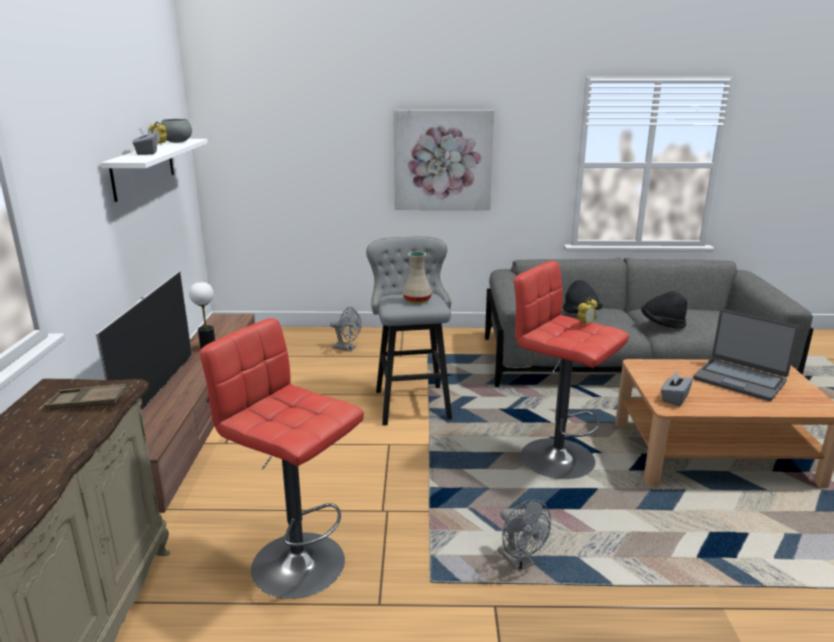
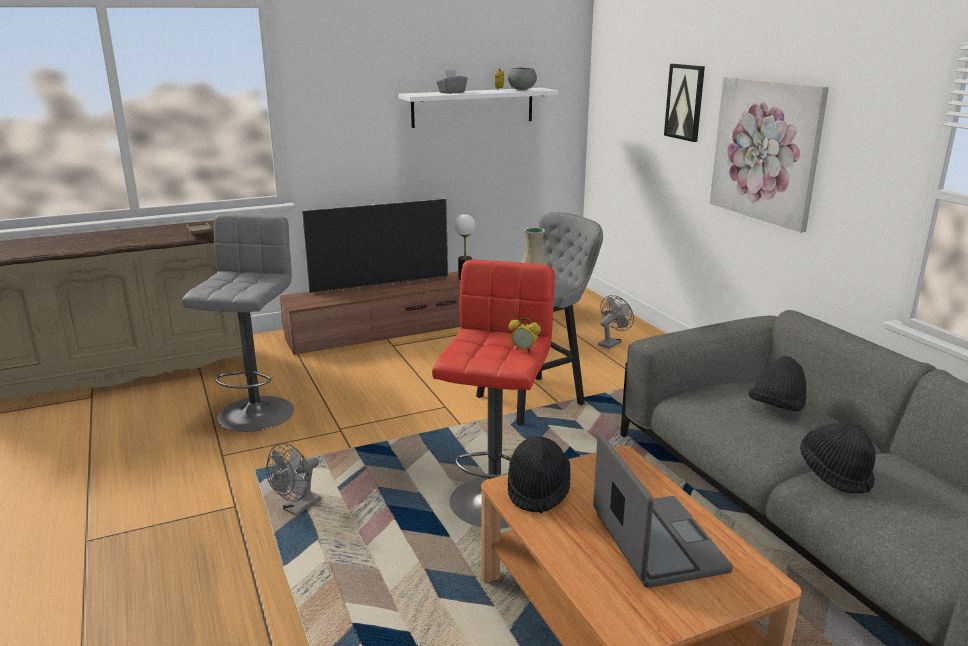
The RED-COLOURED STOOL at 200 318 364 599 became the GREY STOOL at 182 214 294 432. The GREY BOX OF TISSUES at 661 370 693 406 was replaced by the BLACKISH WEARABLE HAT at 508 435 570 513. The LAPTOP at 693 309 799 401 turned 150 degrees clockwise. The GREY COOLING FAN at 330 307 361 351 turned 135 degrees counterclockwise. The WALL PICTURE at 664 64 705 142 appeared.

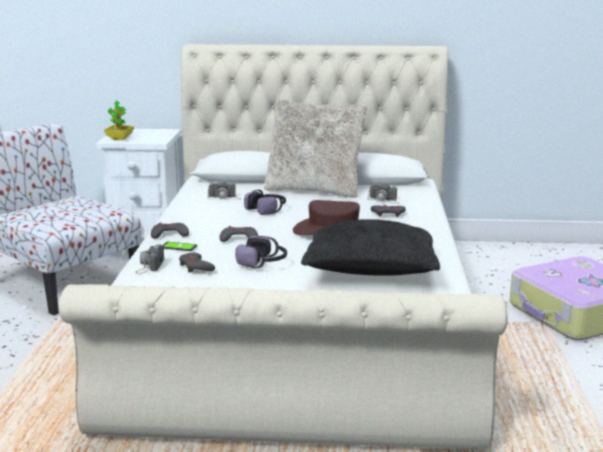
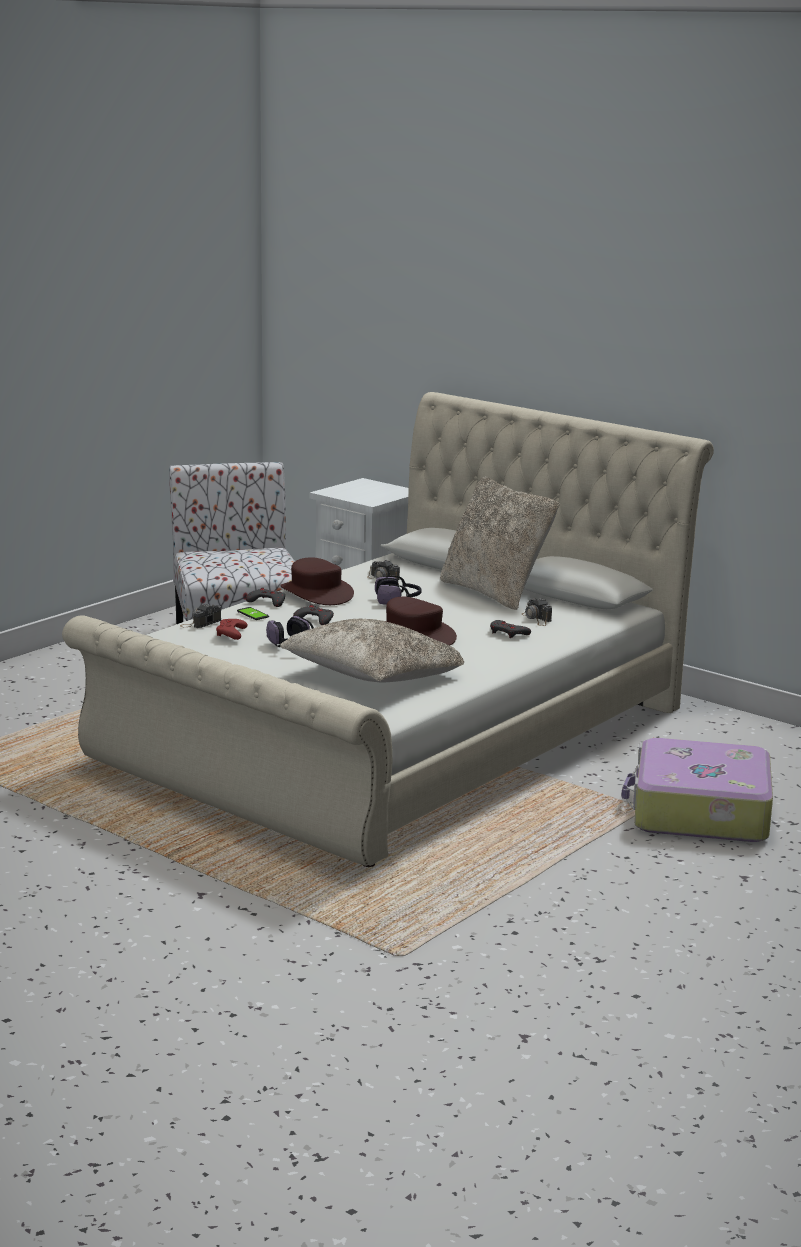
The GREY JOYPAD at 179 252 215 273 became the RED-COLOURED JOYPAD at 216 619 248 640. The BROWN-COLOURED WEARABLE HAT at 280 557 354 605 appeared. The BLACKISH CUSHION at 301 219 441 276 became the SAND-COLOURED CUSHION at 280 618 465 683. The POTTED PLANT at 104 101 134 140 disappeared.

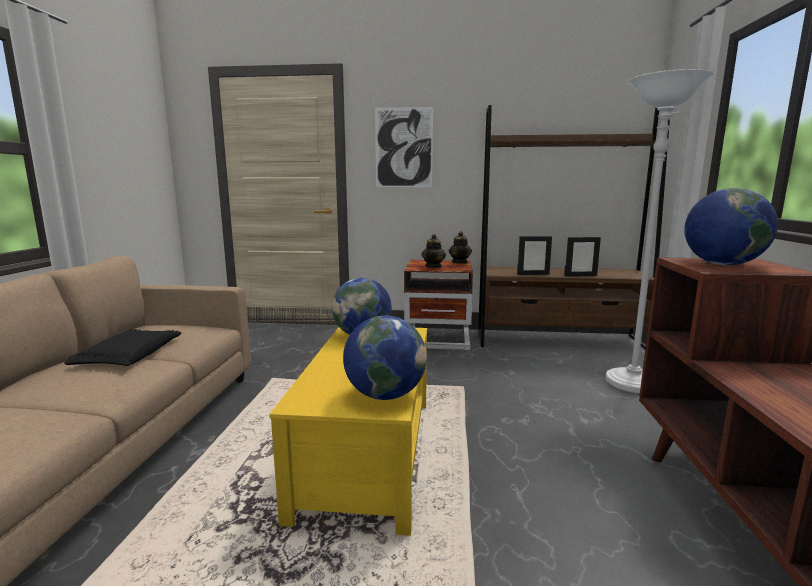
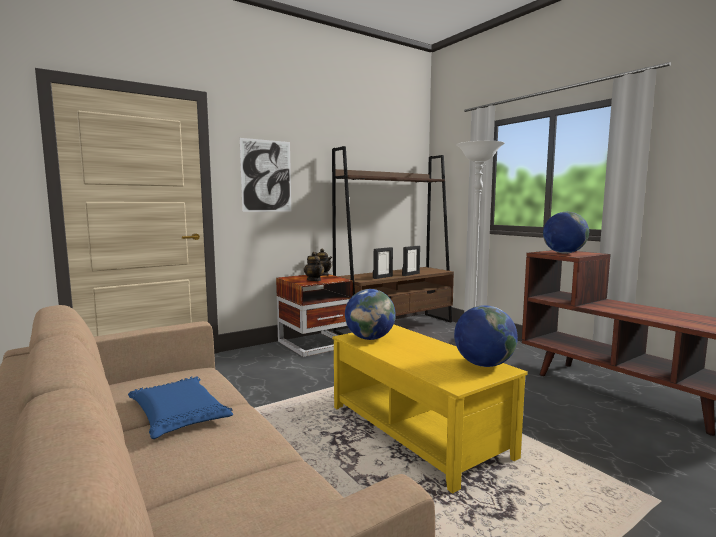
The BLACKISH CUSHION at 64 329 181 366 became the BLUE-COLOURED CUSHION at 128 376 233 439.

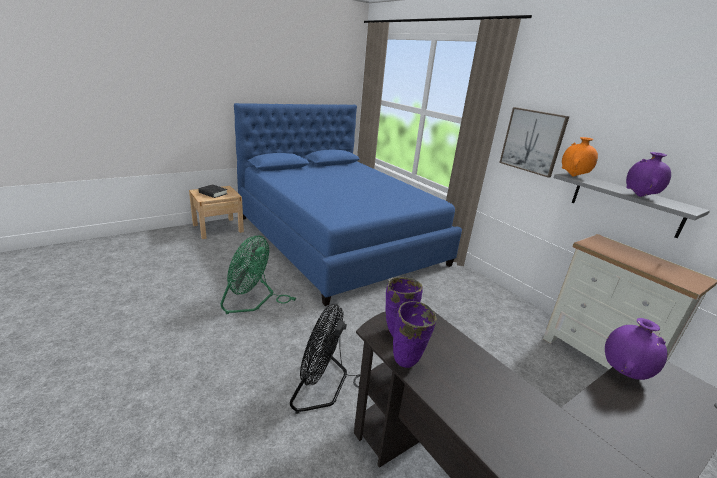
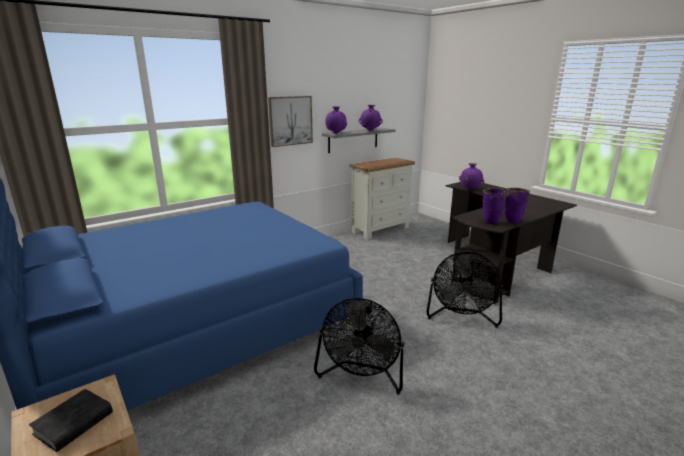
The GREEN-COLOURED COOLING FAN at 221 236 297 314 became the BLACKISH COOLING FAN at 314 298 404 395. The ORANGE-COLOURED VASE at 562 137 598 177 became the PURPLE-COLOURED VASE at 325 106 347 134.

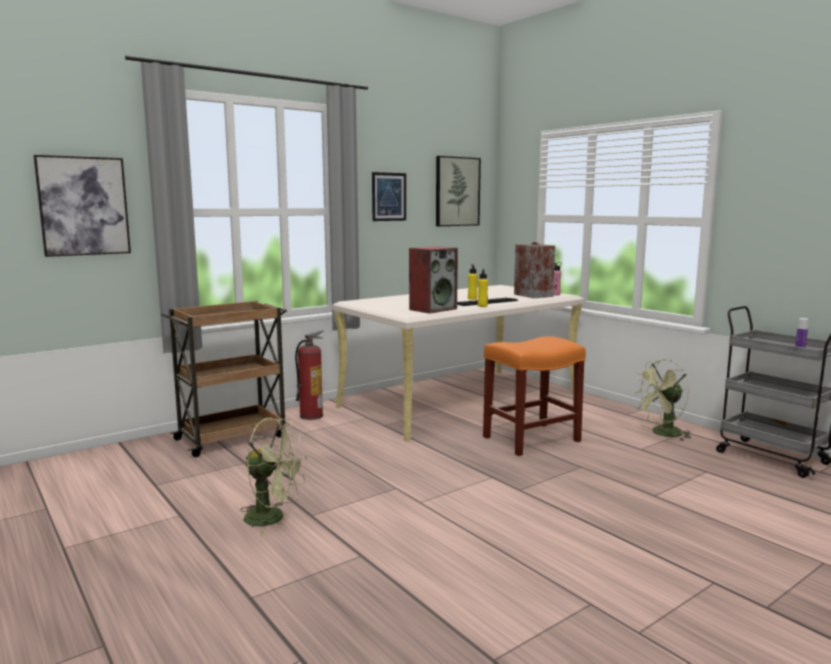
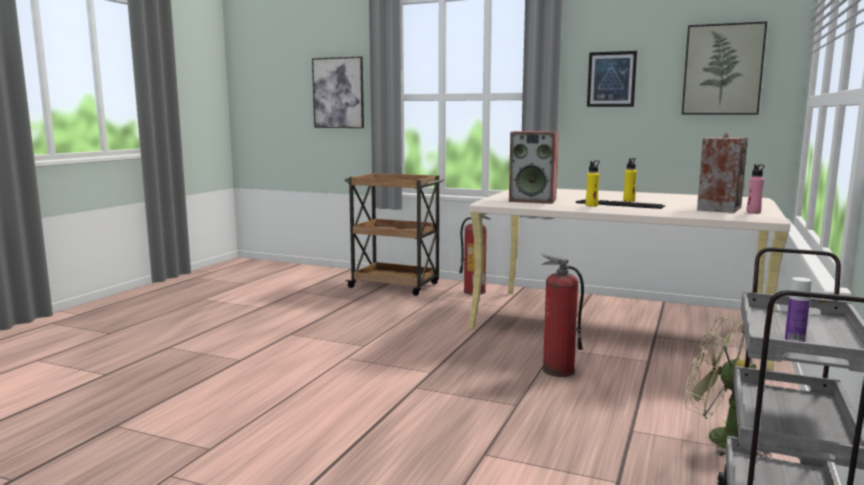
The ORANGE-COLOURED STOOL at 483 336 586 456 was replaced by the FIRE EXTINGUISHER at 541 253 584 377. The GREEN-COLOURED COOLING FAN at 240 418 307 536 disappeared.

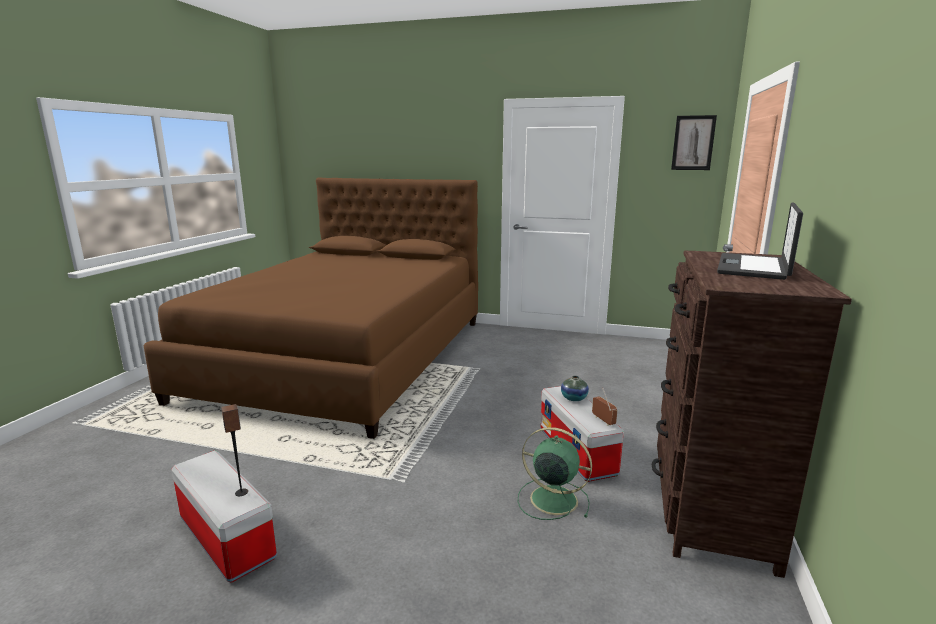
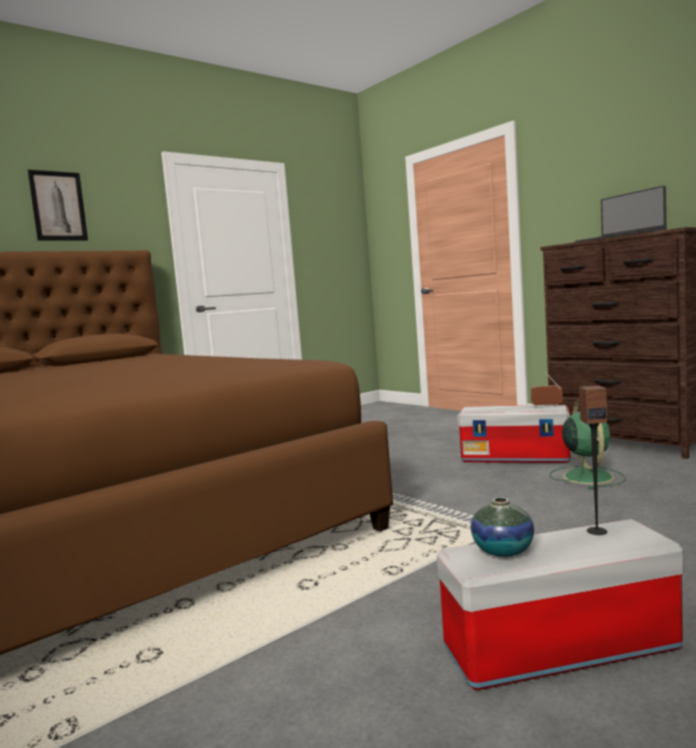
The WALL PICTURE moved from 671 115 717 170 to 28 170 88 241. The VASE moved from 561 376 589 401 to 471 498 534 557. The GREEN-COLOURED COOLING FAN at 518 427 592 520 turned 120 degrees clockwise.

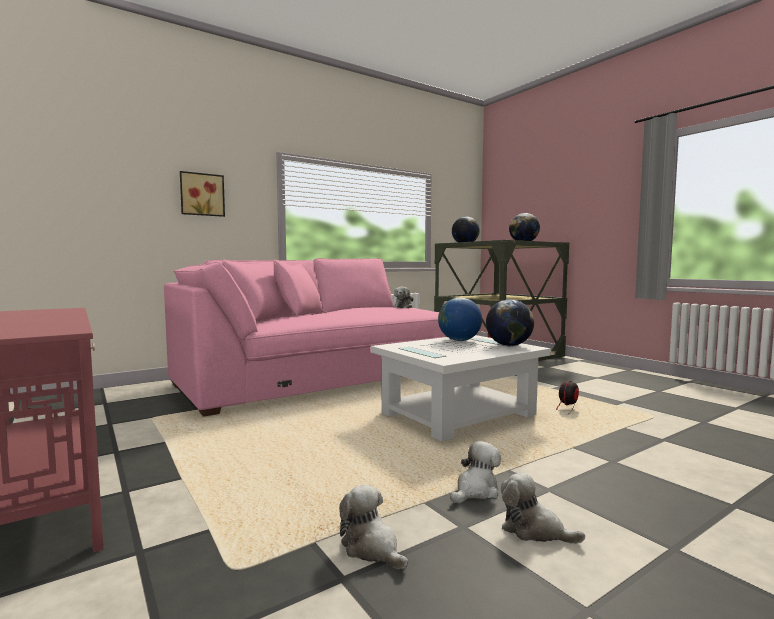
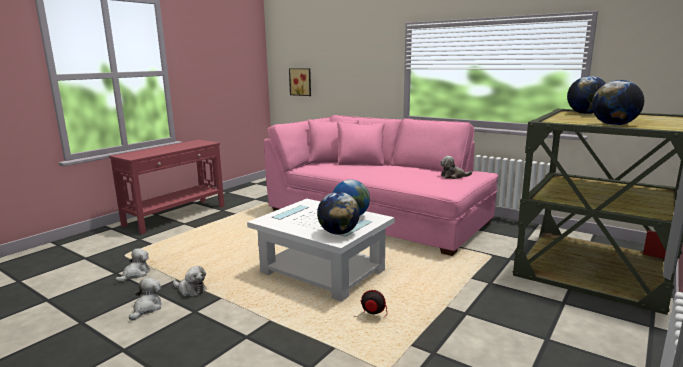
The WALL PICTURE moved from 180 171 225 217 to 289 68 311 96.

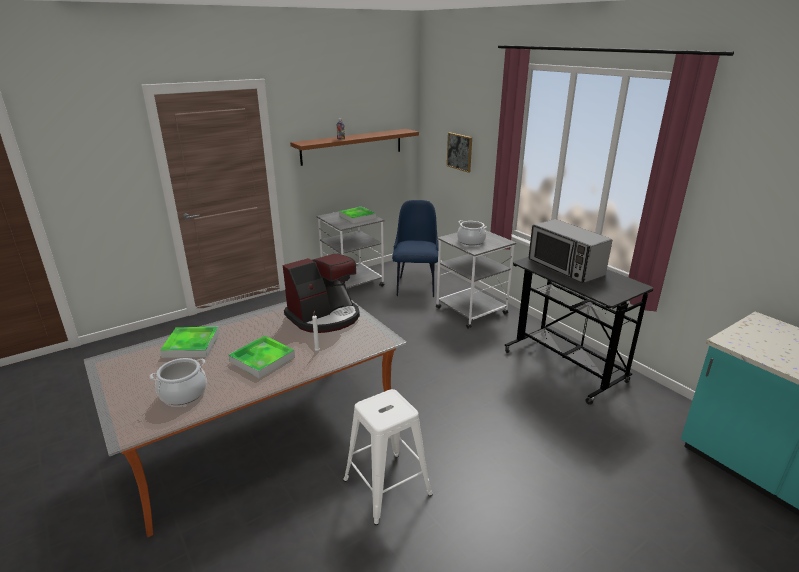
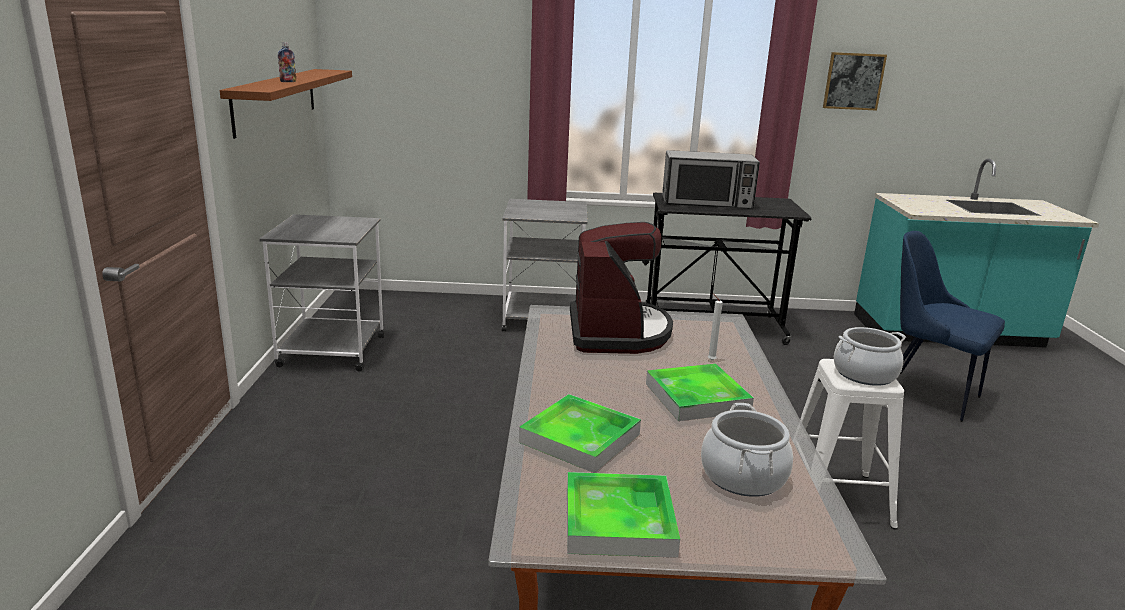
The CARRYING TRAY moved from 339 206 376 223 to 567 472 680 557. The WALL PICTURE moved from 447 132 472 173 to 823 52 887 111. The SAUCEPOT moved from 457 220 487 246 to 834 327 906 386. The BLUE-COLOURED CHAIR moved from 392 200 439 297 to 900 231 1005 422.

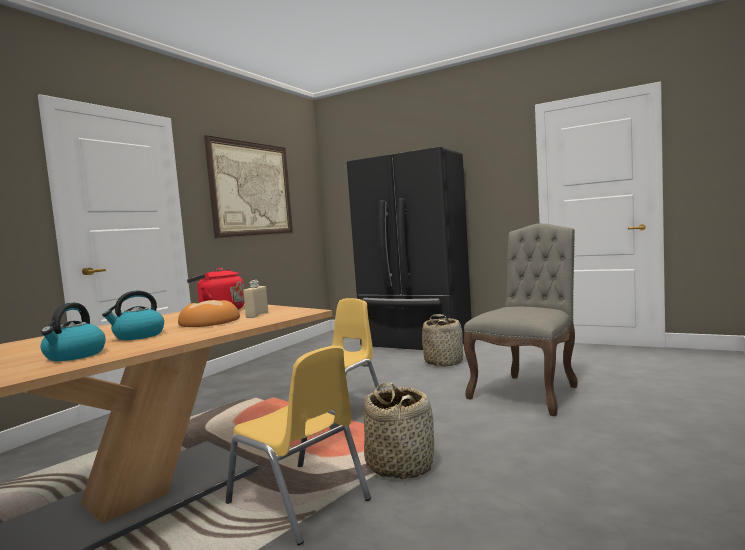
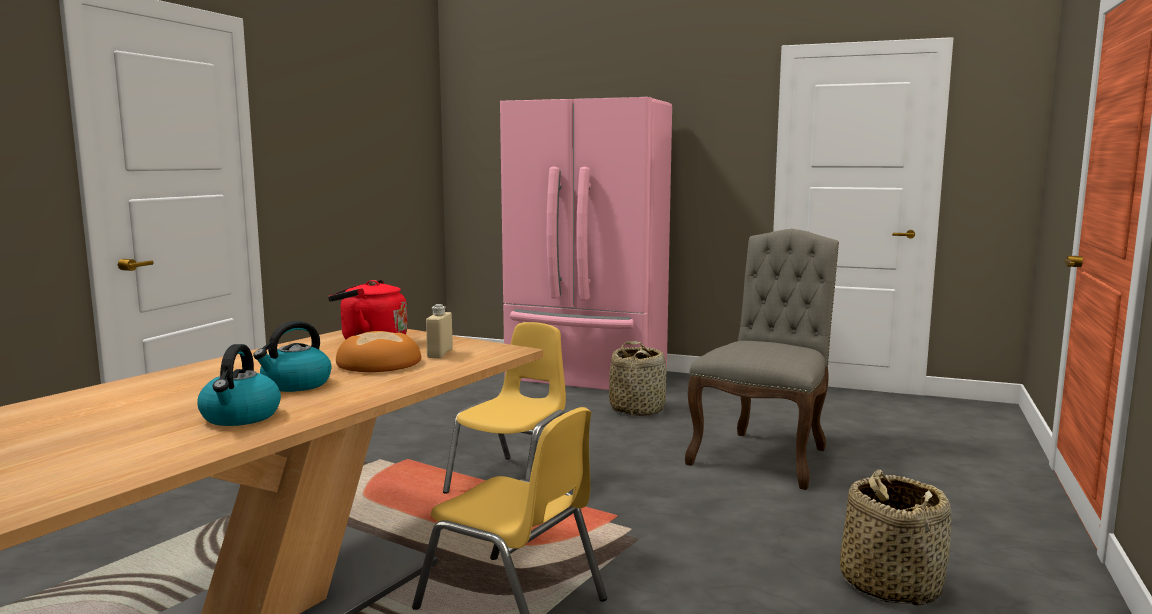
The BLACKISH REFRIGERATOR at 347 147 471 350 became the PINKISH REFRIGERATOR at 500 97 672 390. The STORAGE BASKET moved from 364 382 434 479 to 840 469 951 605. The WALL PICTURE at 204 135 293 239 disappeared.

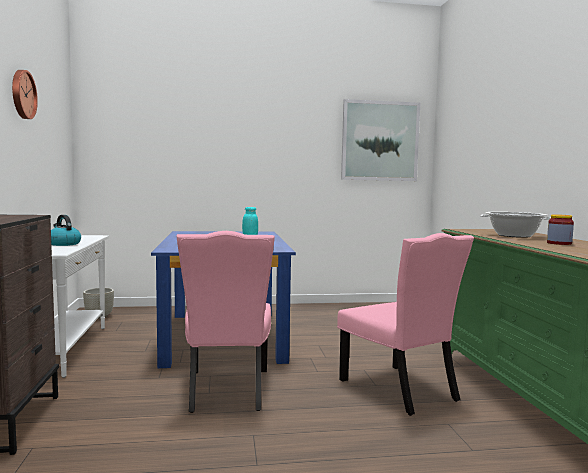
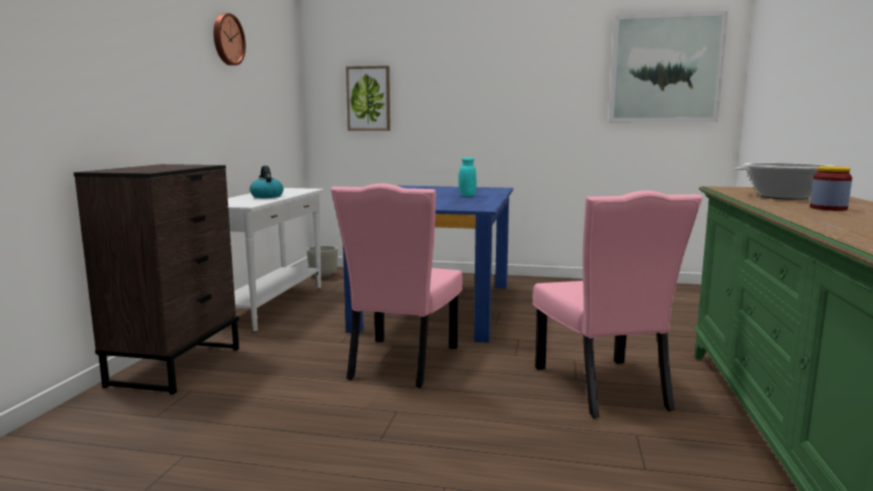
The WALL PICTURE at 346 66 390 131 appeared.

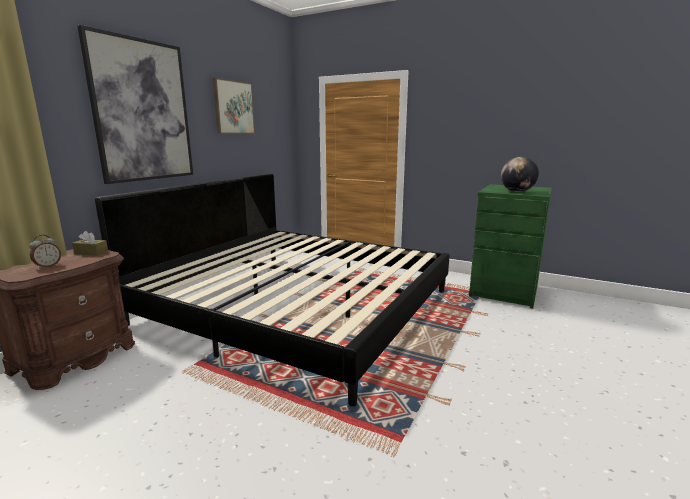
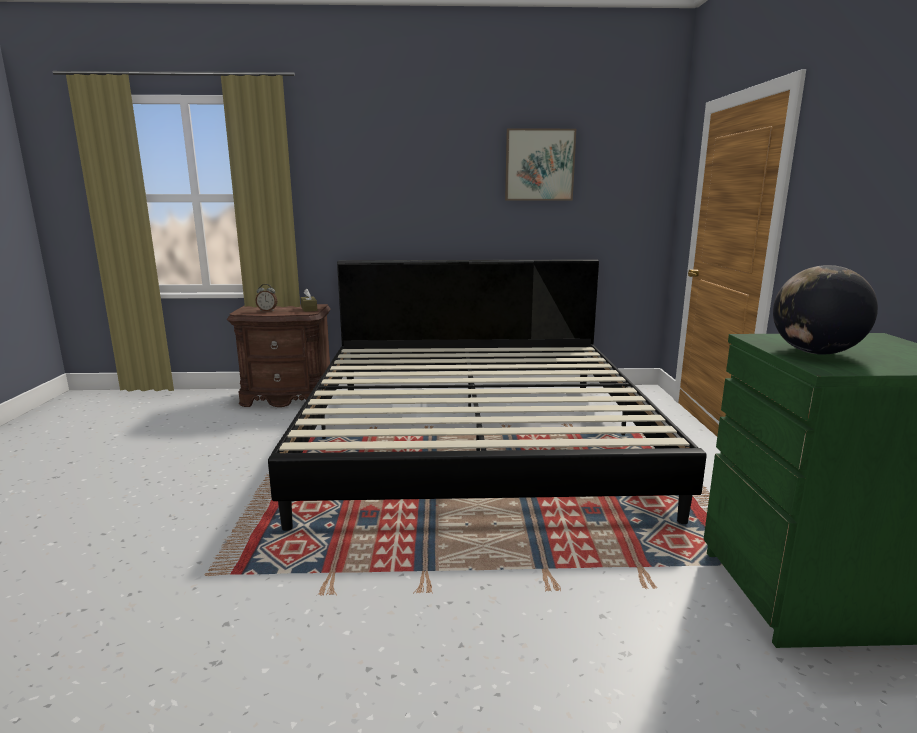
The WALL PICTURE at 77 25 193 184 disappeared.

